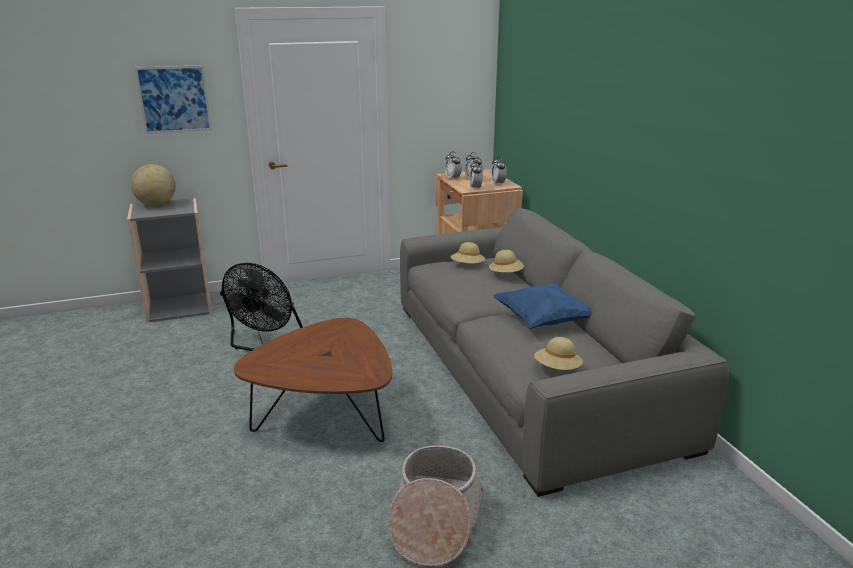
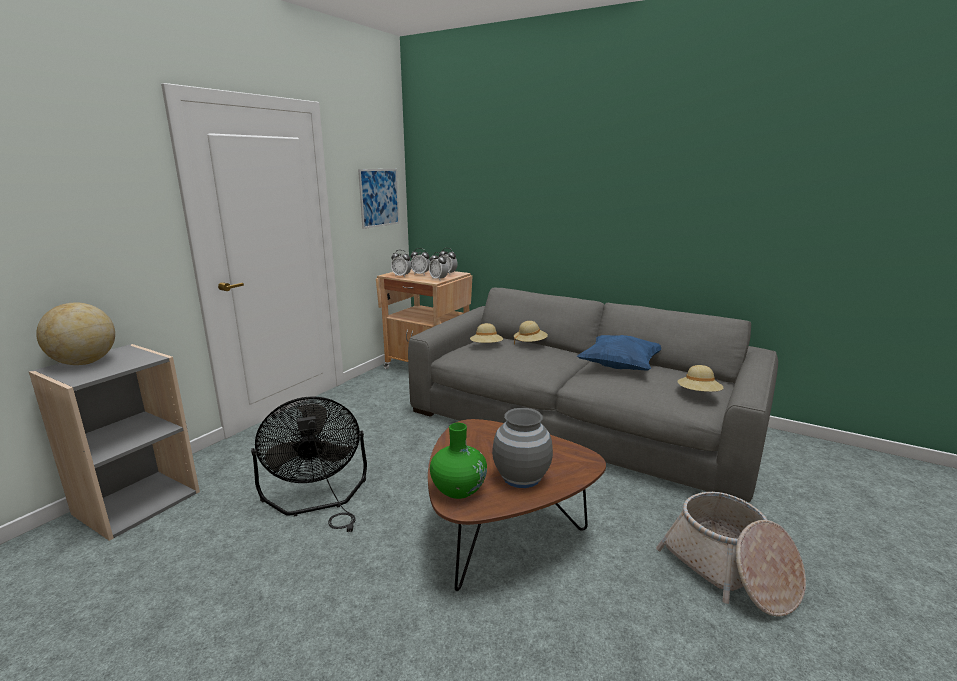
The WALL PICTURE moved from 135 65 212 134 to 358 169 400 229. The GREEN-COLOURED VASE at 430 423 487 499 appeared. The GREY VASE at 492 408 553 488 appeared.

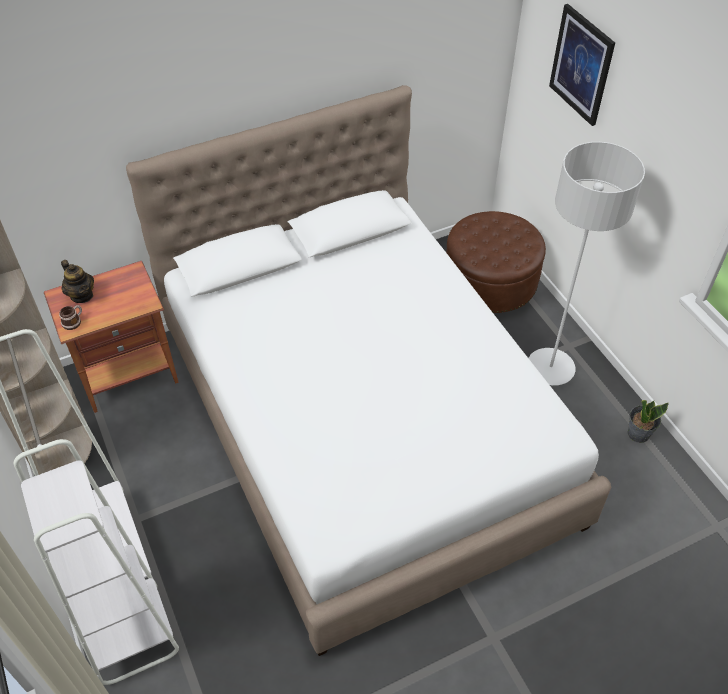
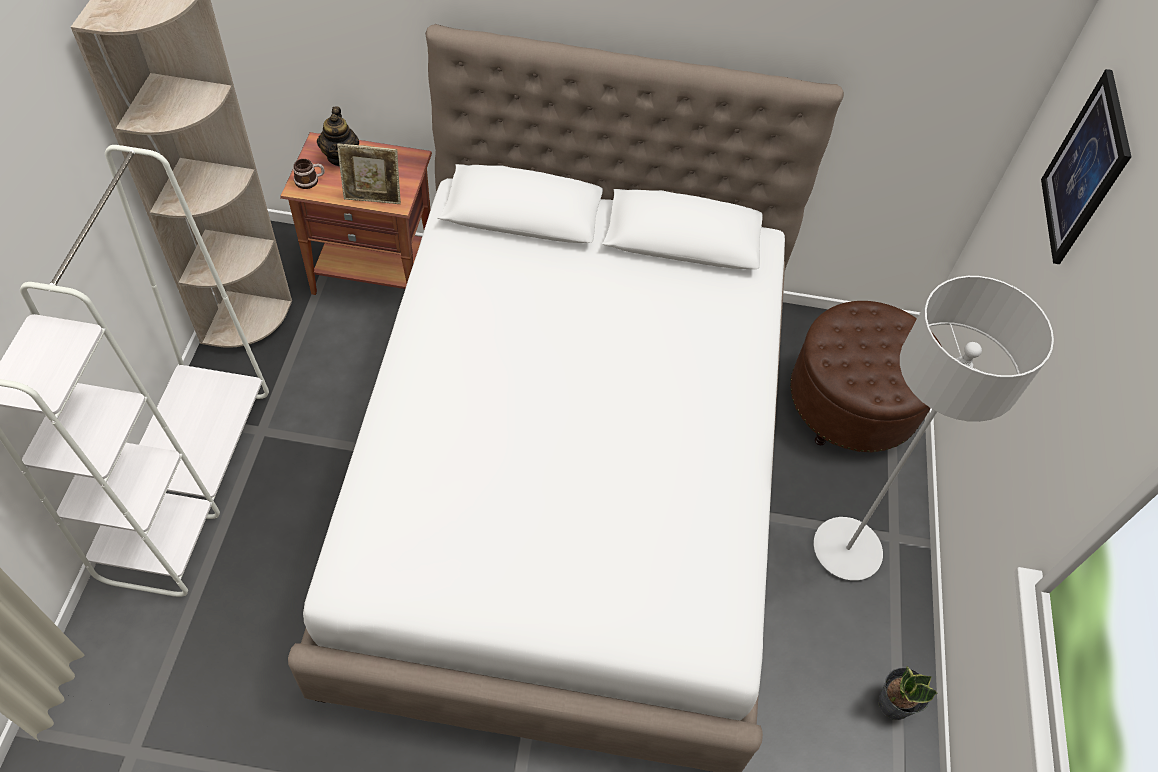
The PICTURE FRAME at 337 143 401 204 appeared.

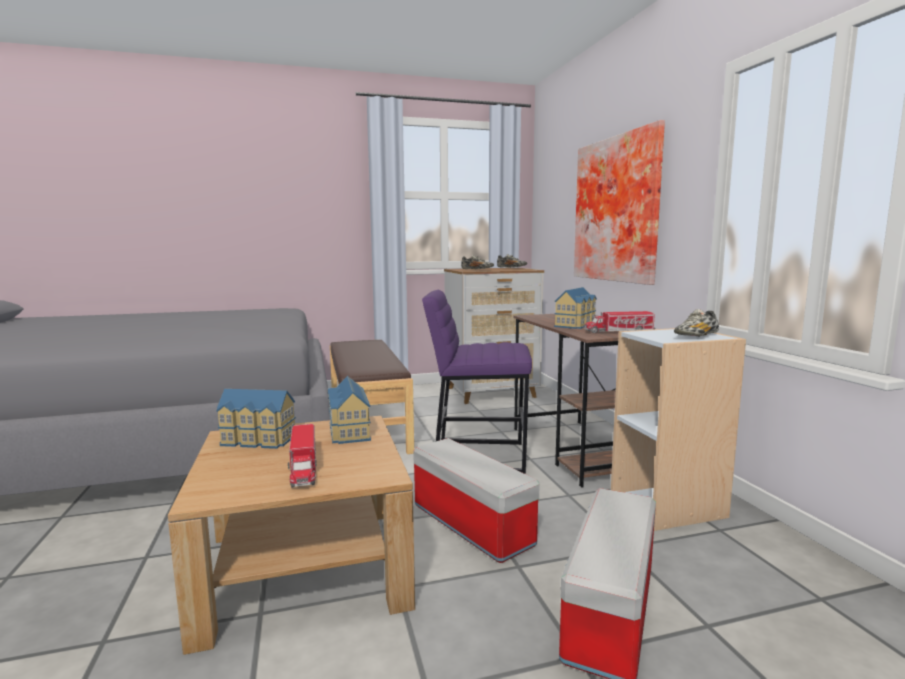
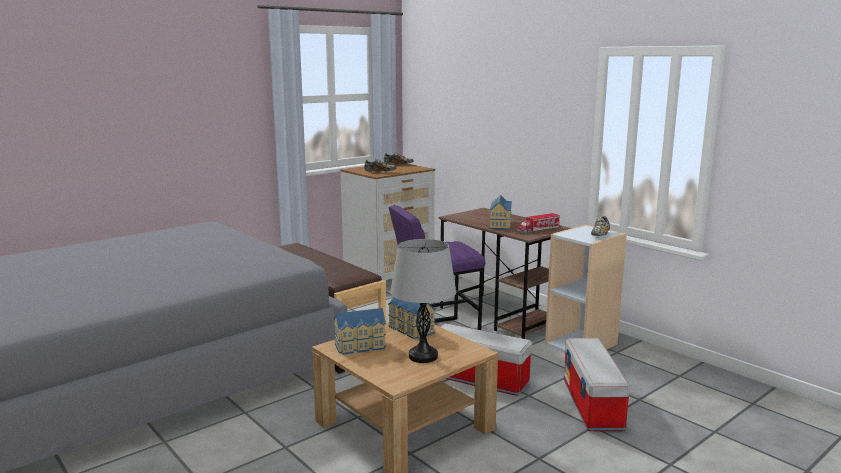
The TOY LORRY at 288 424 317 488 was replaced by the GREY TABLE LAMP at 390 239 456 363. The WALL PICTURE at 574 120 665 285 disappeared.

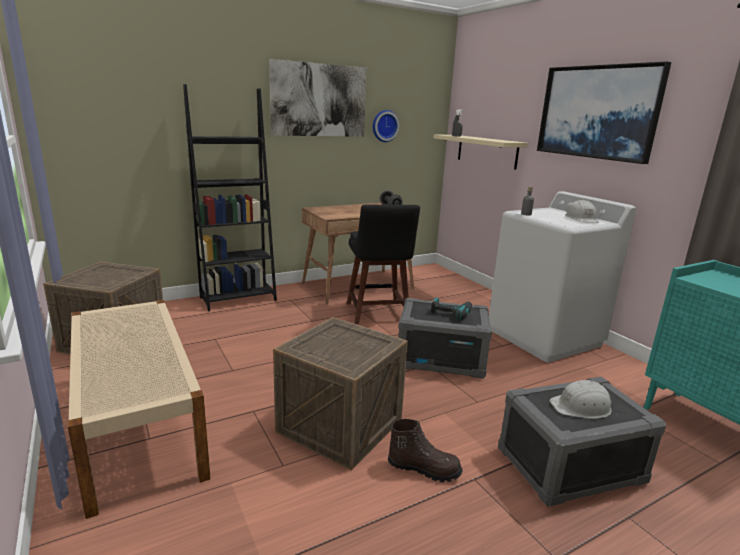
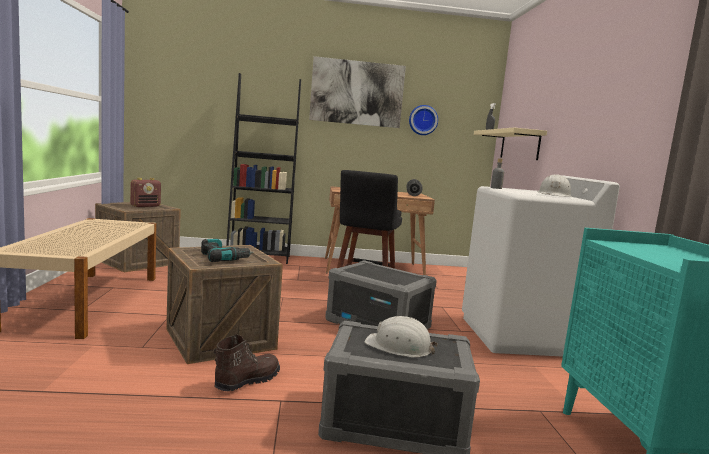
The RADIO SET at 130 178 161 207 appeared. The DRILL moved from 431 297 472 320 to 201 239 254 262. The BROWN-COLOURED HIGH-TOP BOOT at 388 419 463 482 turned 90 degrees counterclockwise. The WALL PICTURE at 537 61 671 164 disappeared.

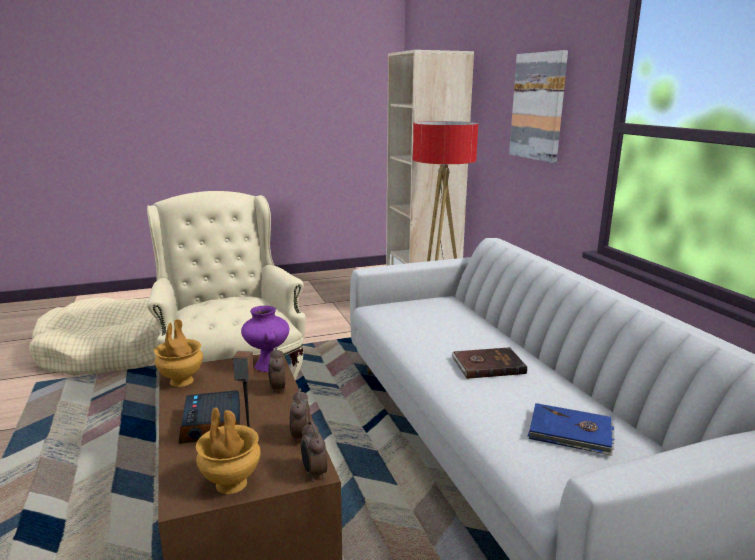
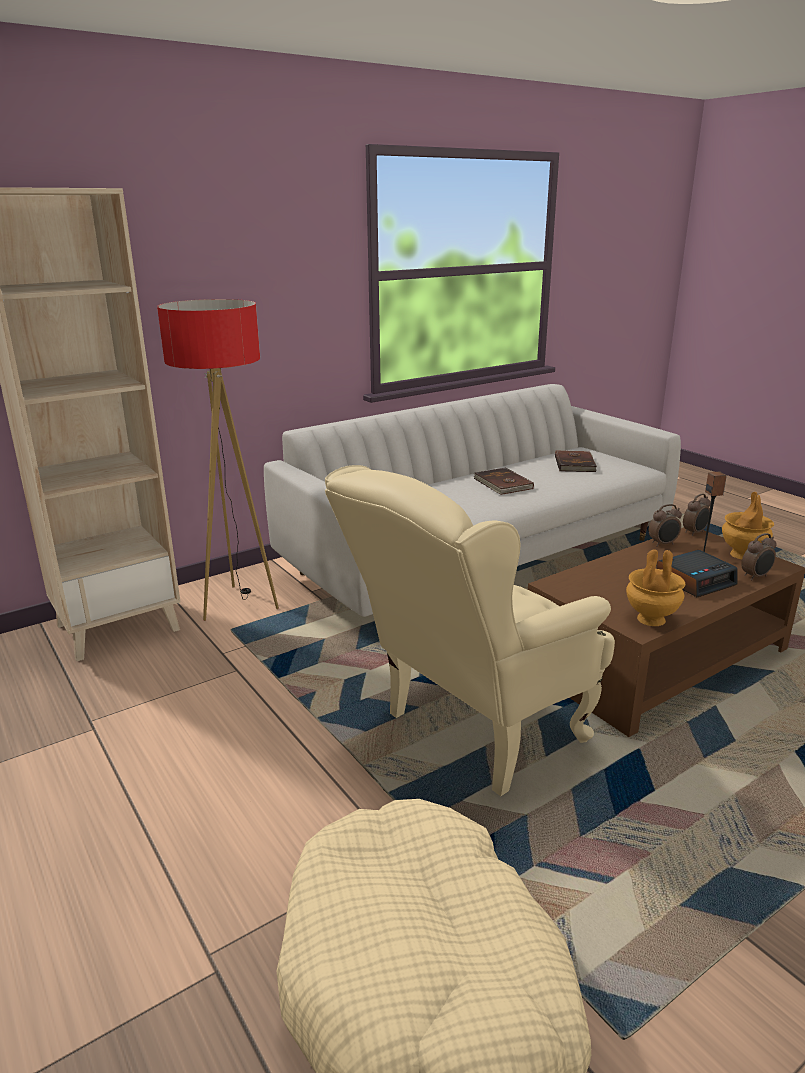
The BLUE-COLOURED BOOK at 528 403 615 456 became the BROWN-COLOURED BOOK at 555 451 597 472. The TABLE CLOCK moved from 268 347 286 394 to 741 533 777 581. The PURPLE-COLOURED VASE at 241 306 289 372 disappeared. The WALL PICTURE at 509 50 568 163 disappeared.

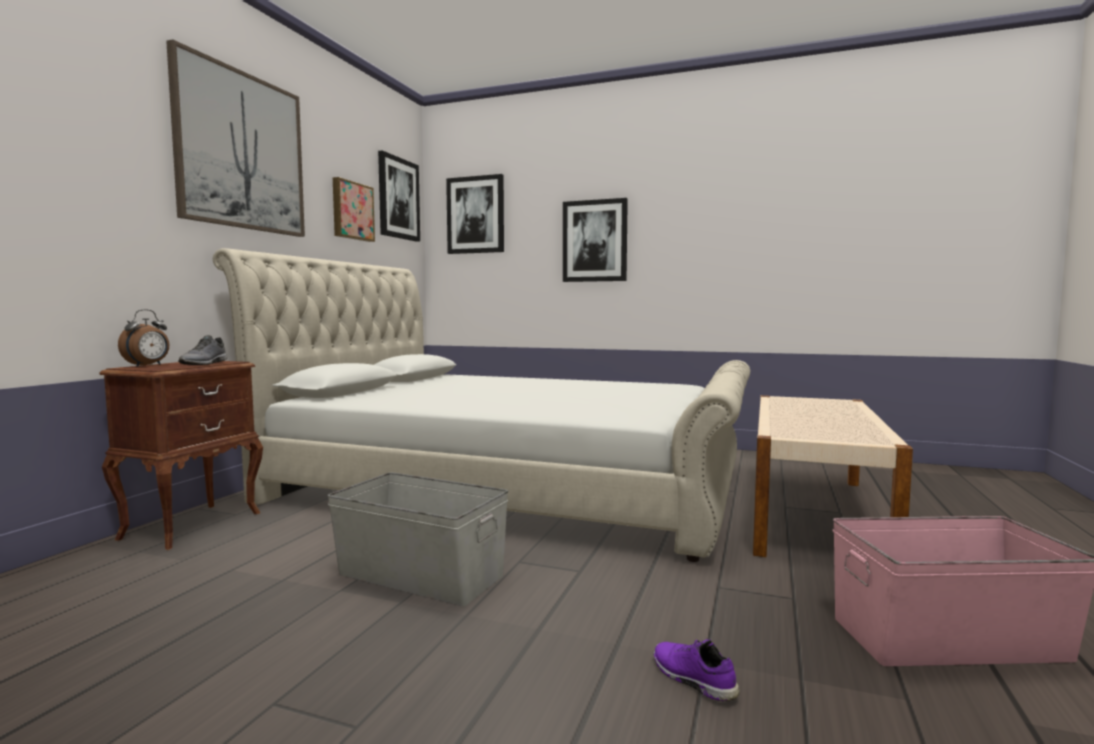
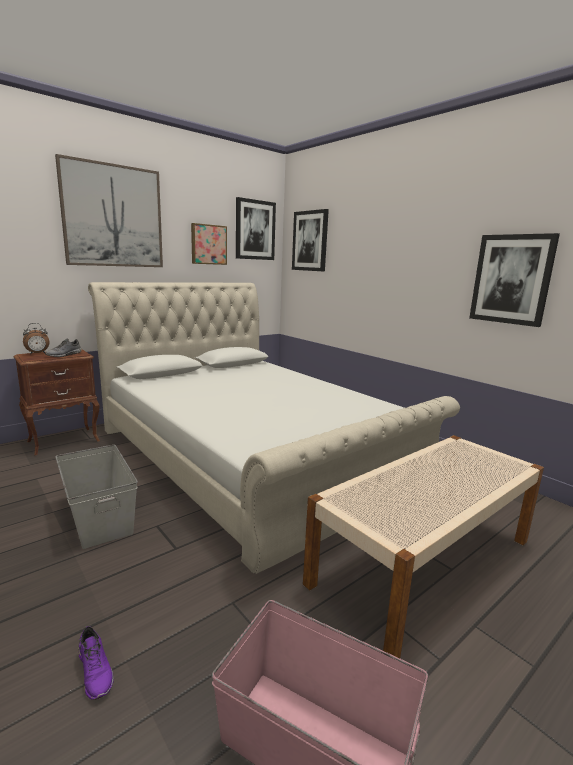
The PURPLE-COLOURED SHOE at 654 639 740 701 turned 150 degrees clockwise. The WALL PICTURE moved from 563 198 628 282 to 469 233 560 327.

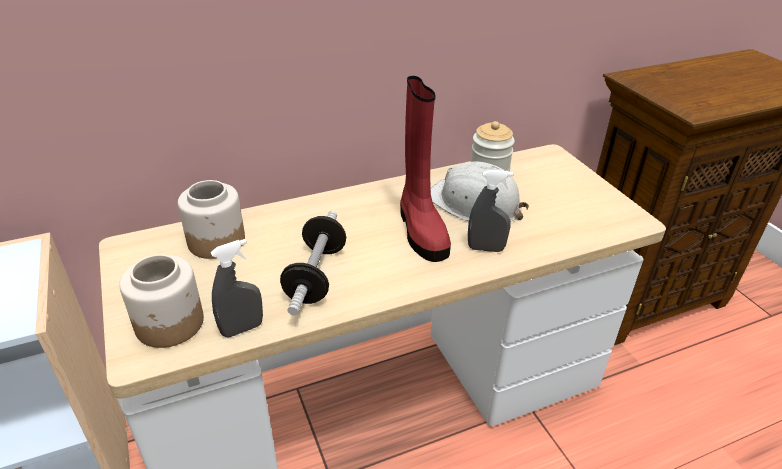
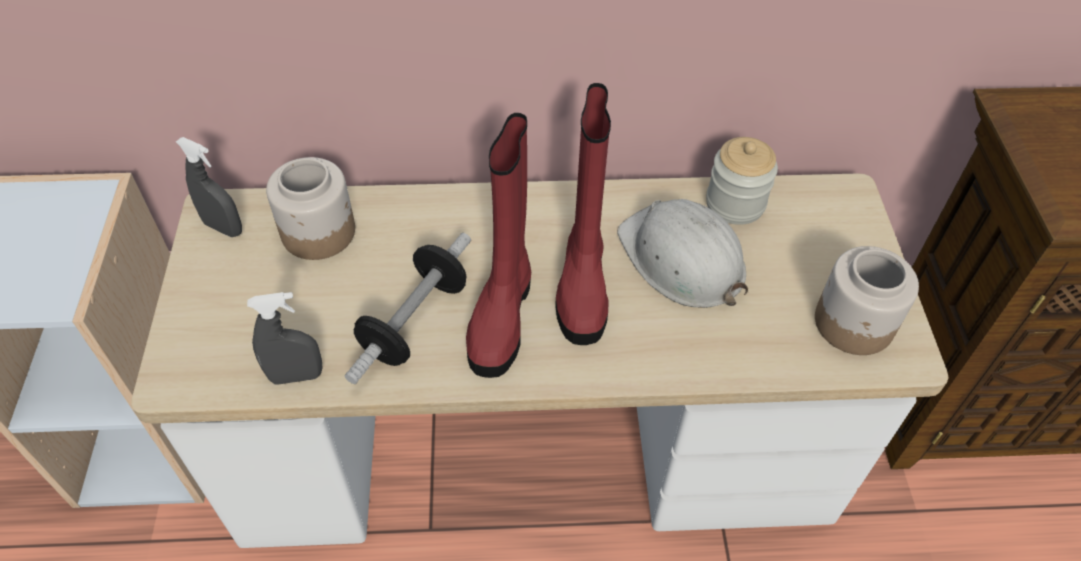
The GREY SPRAY BOTTLE moved from 468 170 513 252 to 176 137 242 237. The RED-COLOURED HIGH-TOP BOOT at 466 113 531 378 appeared. The STORAGE JAR moved from 119 254 204 348 to 815 246 919 355.

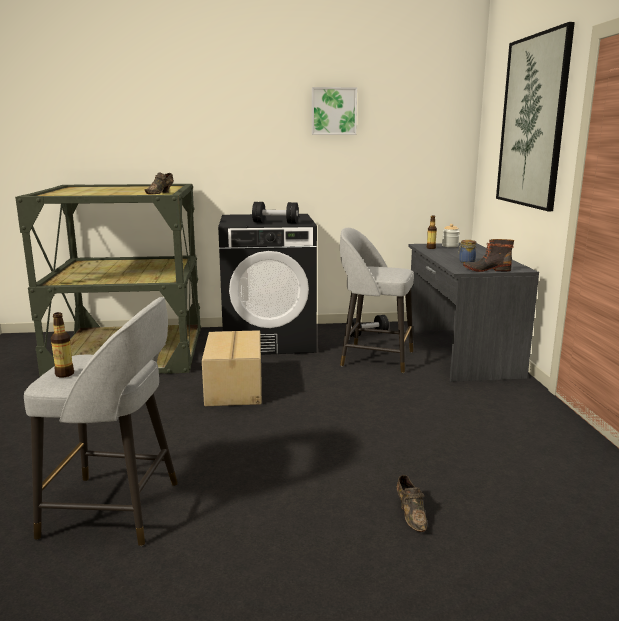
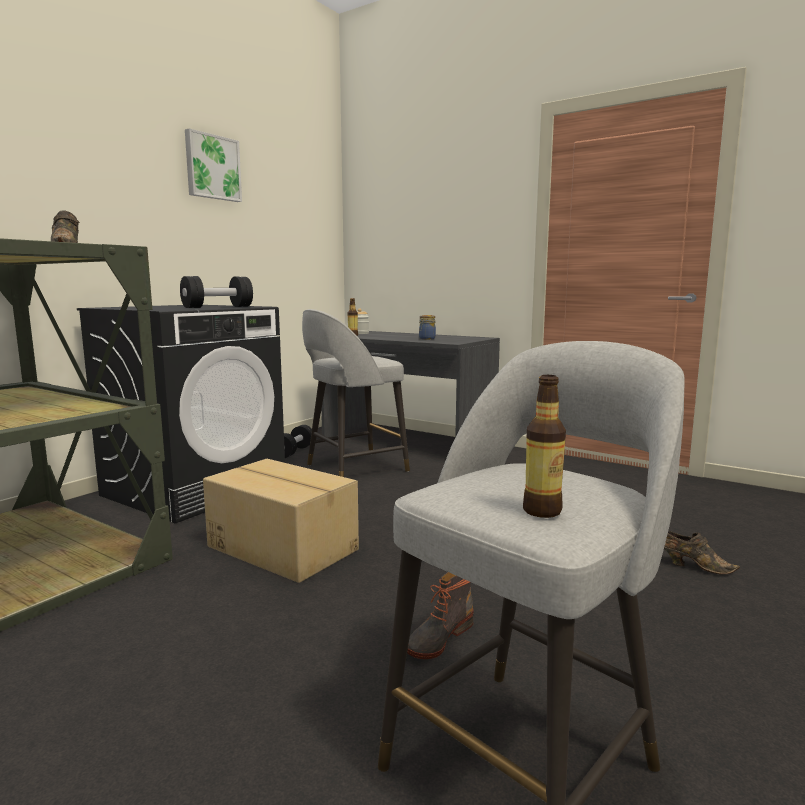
The HIGH-TOP BOOT moved from 463 239 514 272 to 407 572 474 659. The WALL PICTURE at 496 22 575 211 disappeared.

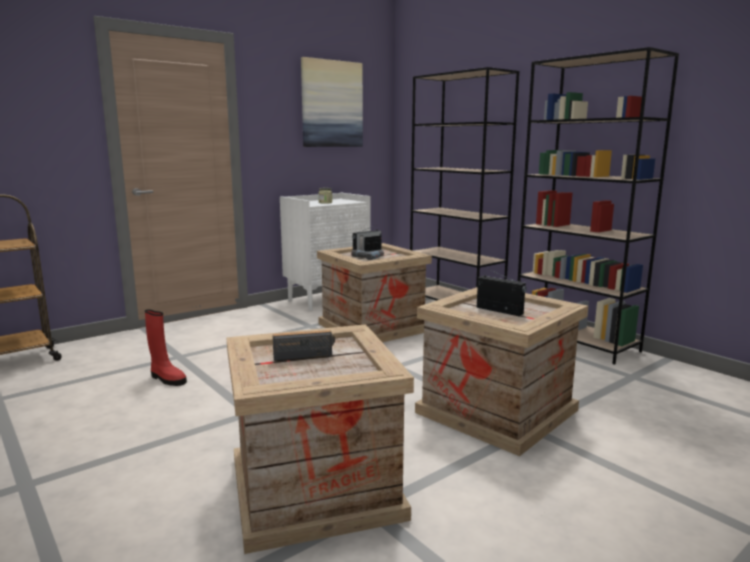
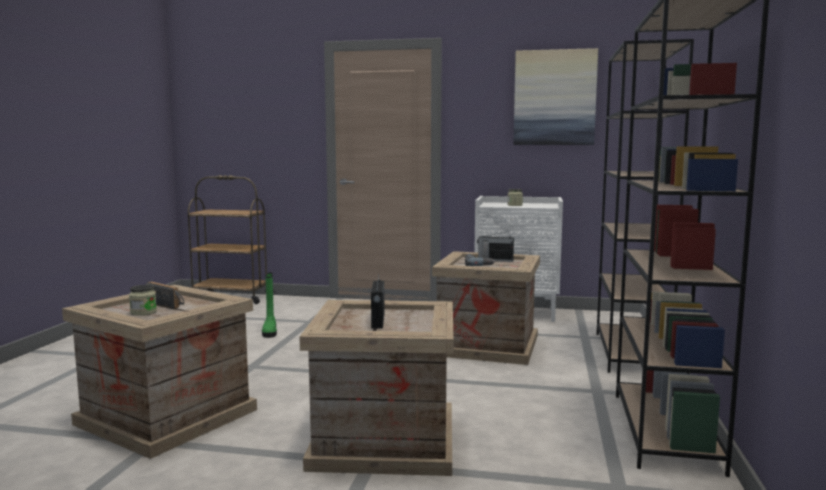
The STORAGE JAR at 129 285 157 316 appeared. The RED-COLOURED HIGH-TOP BOOT at 145 309 187 386 became the GREEN-COLOURED HIGH-TOP BOOT at 262 272 277 338.

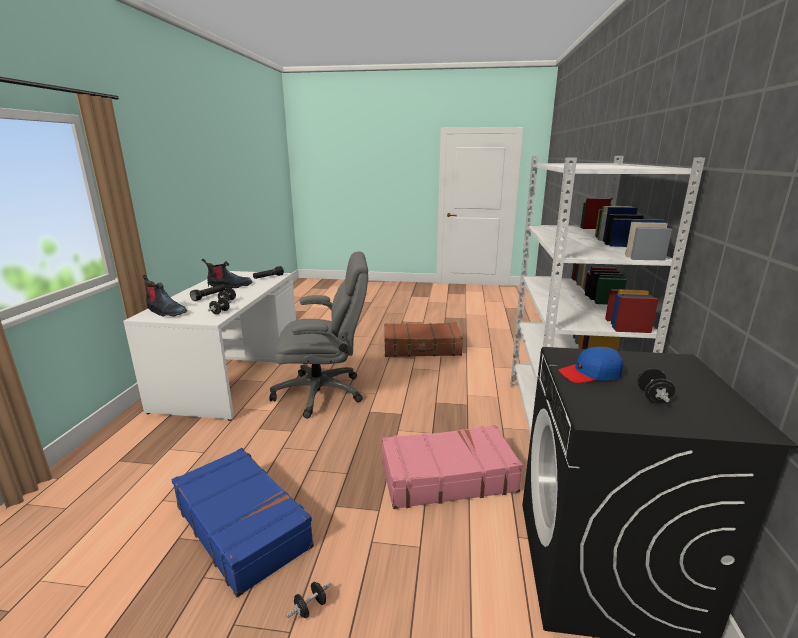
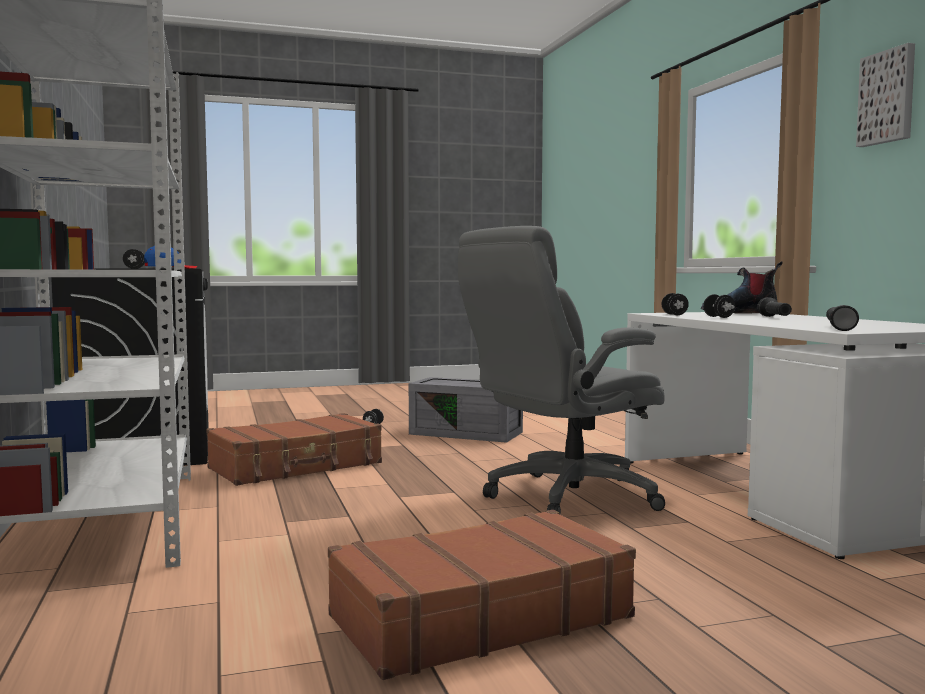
The PINKISH TRAVEL CASE at 382 425 523 509 became the BROWN-COLOURED TRAVEL CASE at 206 413 382 486. The BLUE-COLOURED TRAVEL CASE at 172 448 314 597 was replaced by the GREY STORAGE BOX at 409 377 523 443. The WALL PICTURE at 856 43 915 147 appeared. The HIGH-TOP BOOT at 202 259 252 288 disappeared.

